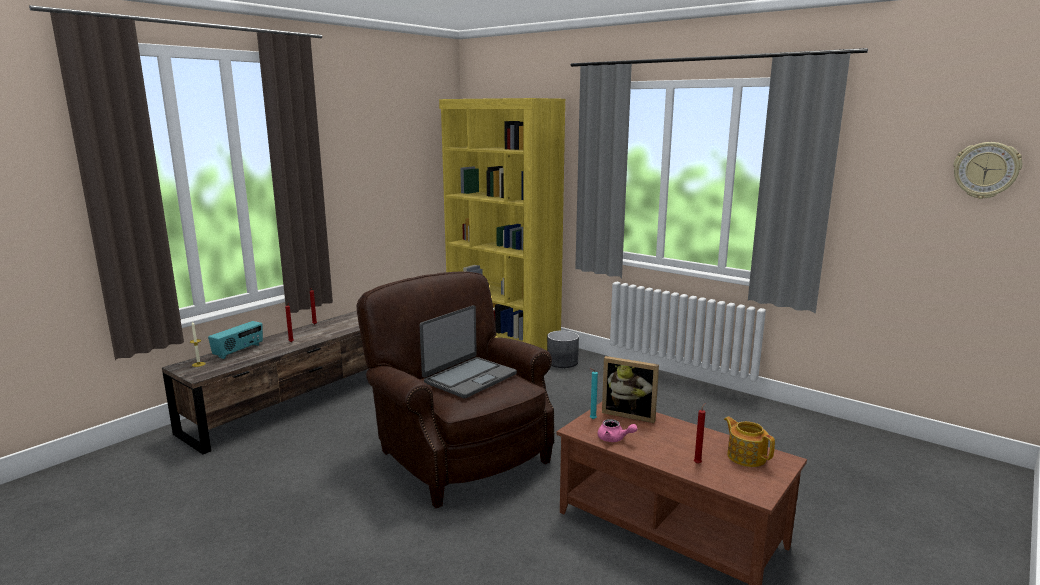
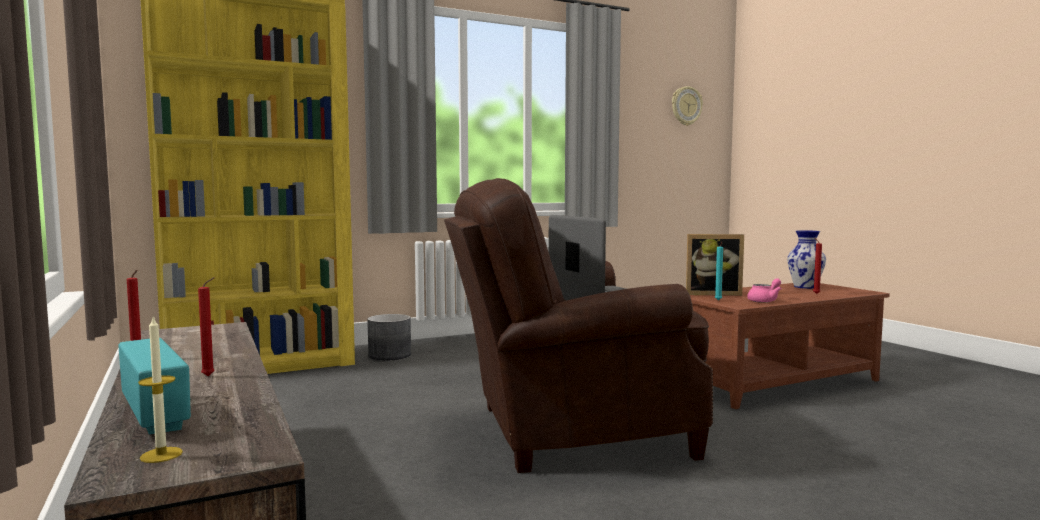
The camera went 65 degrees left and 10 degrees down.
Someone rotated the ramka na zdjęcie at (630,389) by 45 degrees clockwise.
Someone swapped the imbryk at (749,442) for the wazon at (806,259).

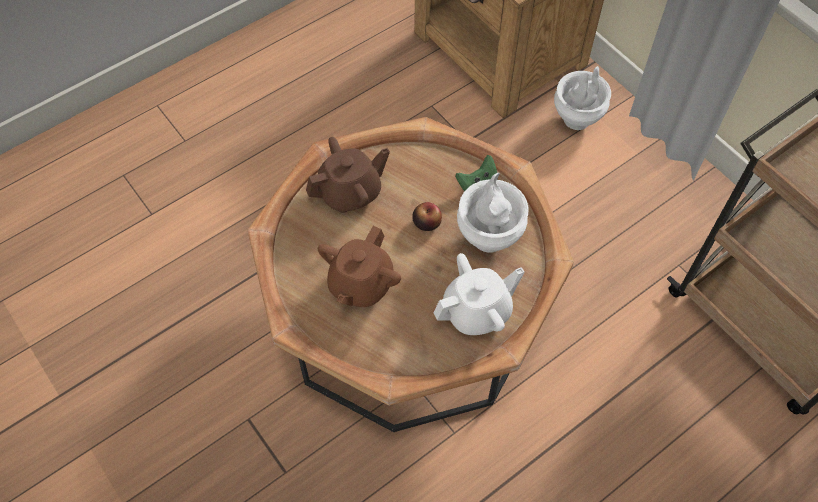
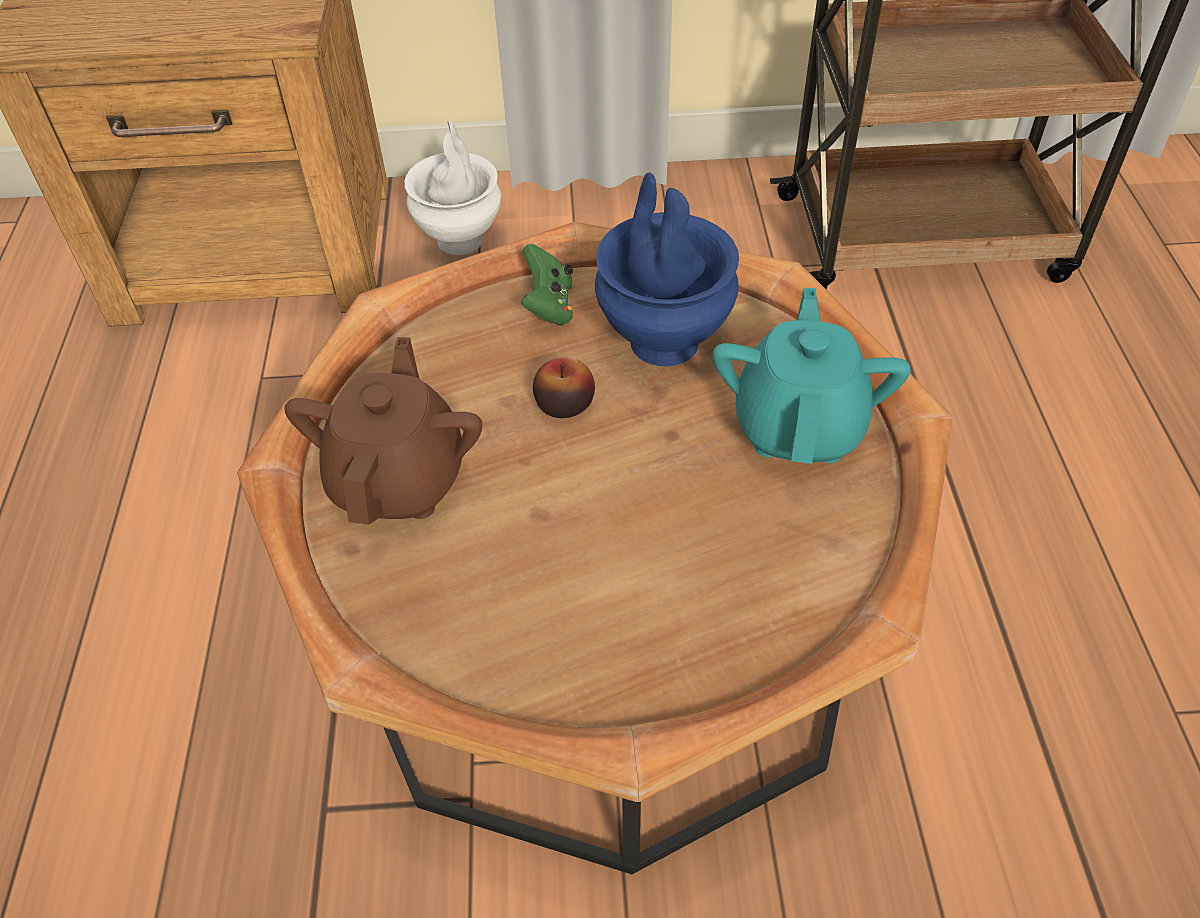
The camera went 55 degrees left and 10 degrees down.
Someone repainted the wazon (biały) at (493,213), which became the wazon (niebieski) at (667,269).
Someone repainted the imbryk (biały) at (479,294), which became the imbryk (turkusowy) at (812,376).
Someone took away the imbryk (brązowy) at (359,266).

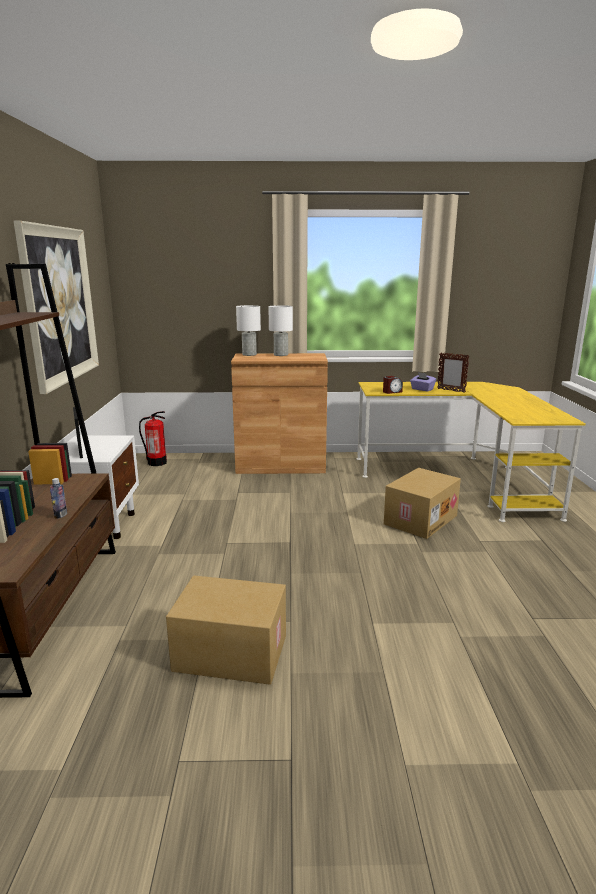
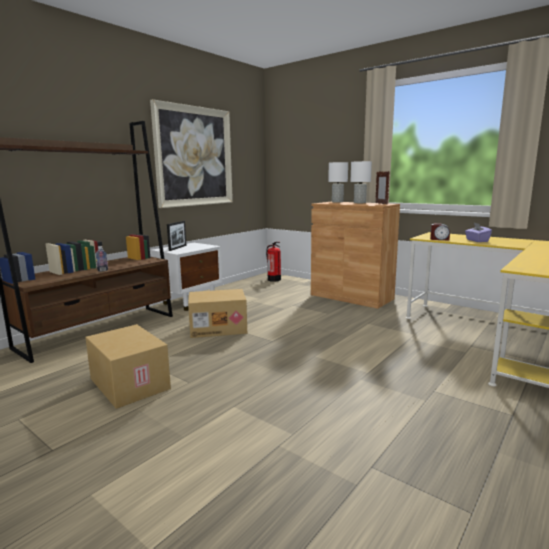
The camera went 40 degrees right and 5 degrees down.
Someone carried the karton from (422,503) to (217,313).
Someone carried the ramka na zdjęcie from (453,373) to (382,188).

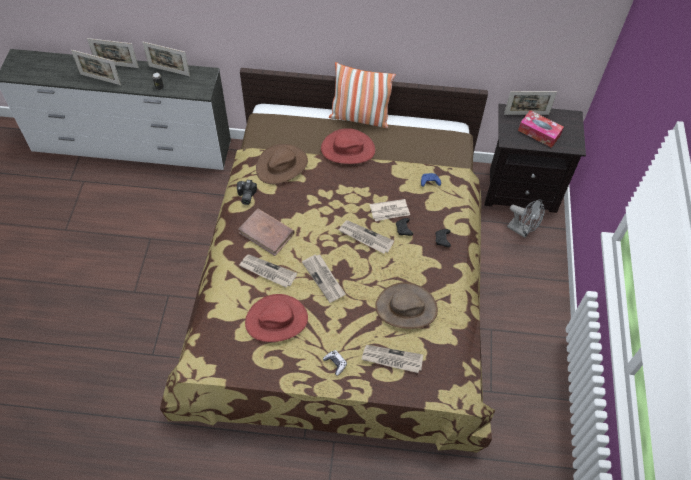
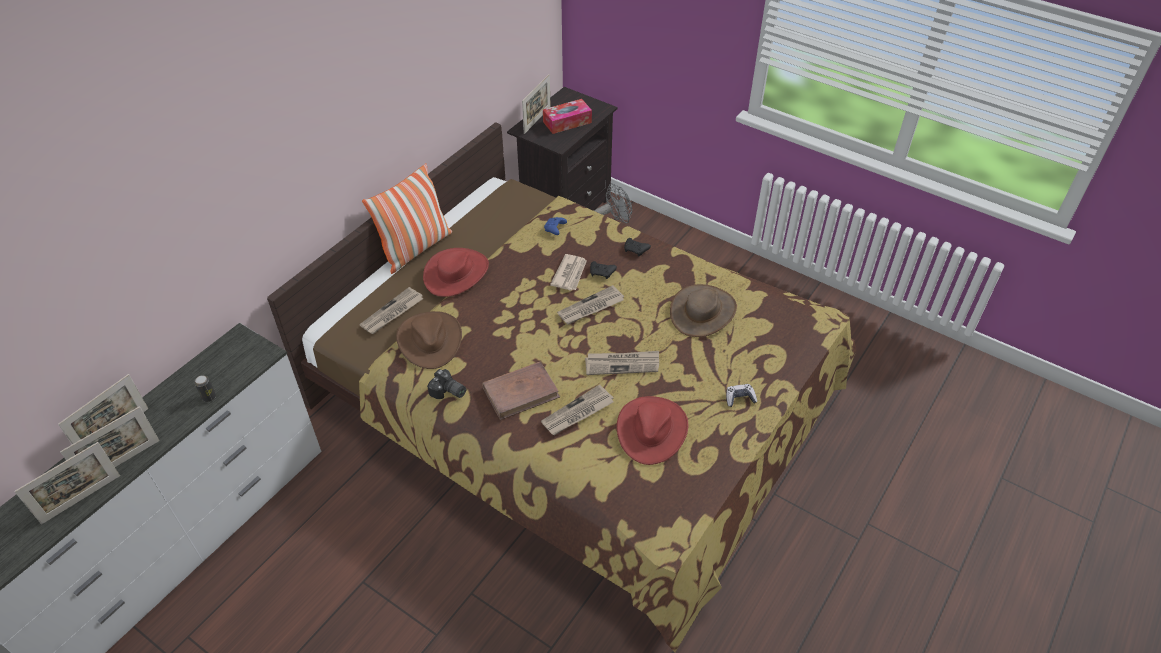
The camera went 60 degrees left and 10 degrees down.
Someone carried the ramka na zdjęcie from (166,59) to (67,483).
Someone carried the gazeta from (392,359) to (391,310).

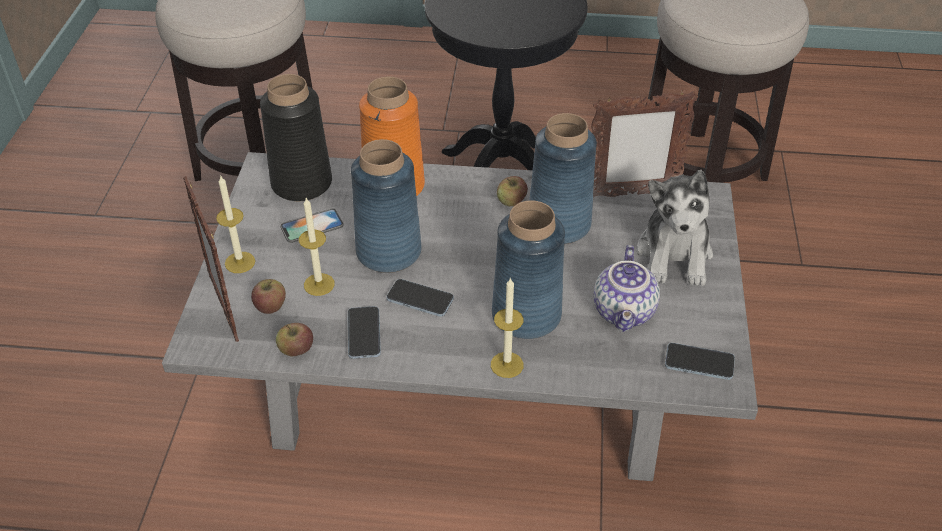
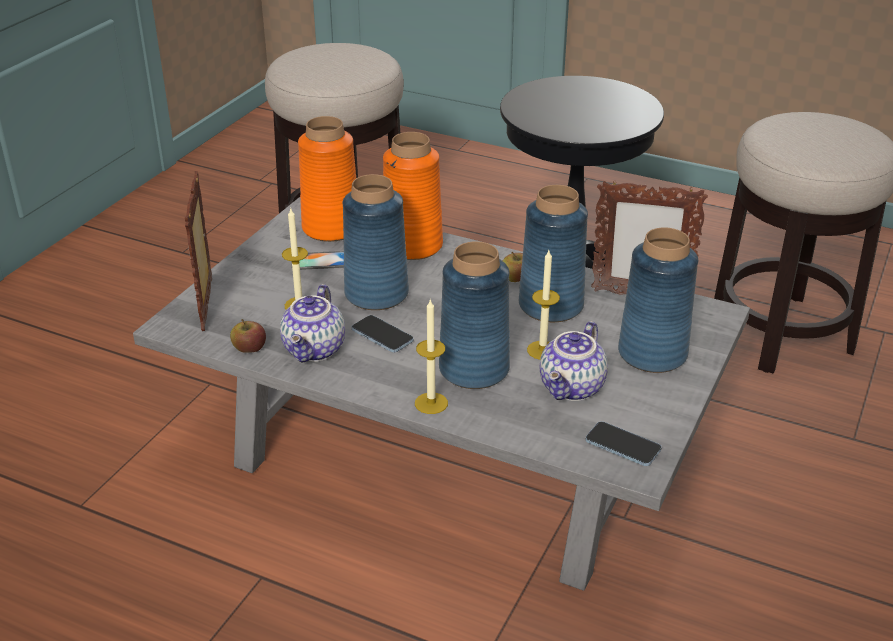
The camera went 20 degrees right and 10 degrees down.
Someone swapped the telefon at (364,332) for the imbryk at (312,323).
Someone repainted the wazon (czarny) at (296,137), which became the wazon (pomarańczowy) at (327,179).
Someone carried the świeca from (235,224) to (543,305).
Someone swapped the pluszak at (675,228) for the wazon (niebieski) at (658,300).
Someone took away the jabłko at (268,296).

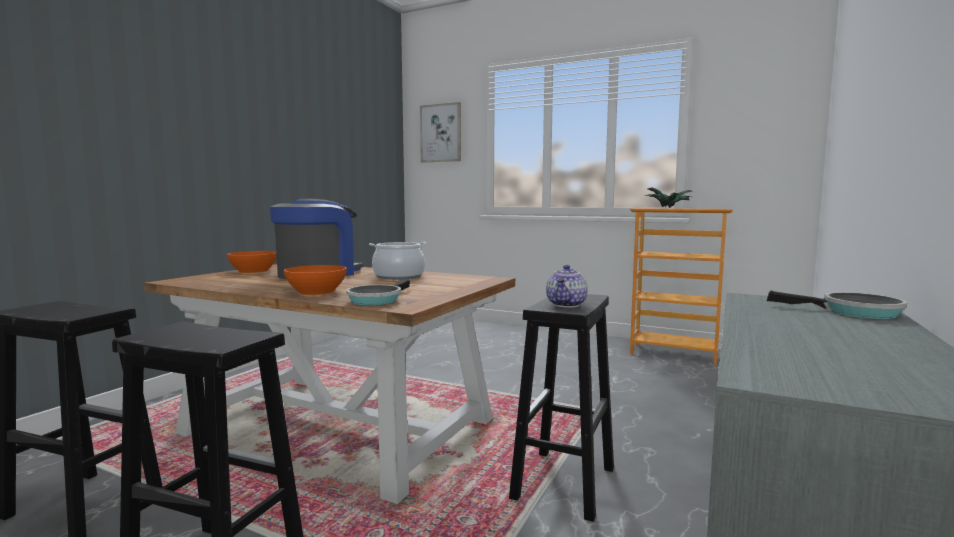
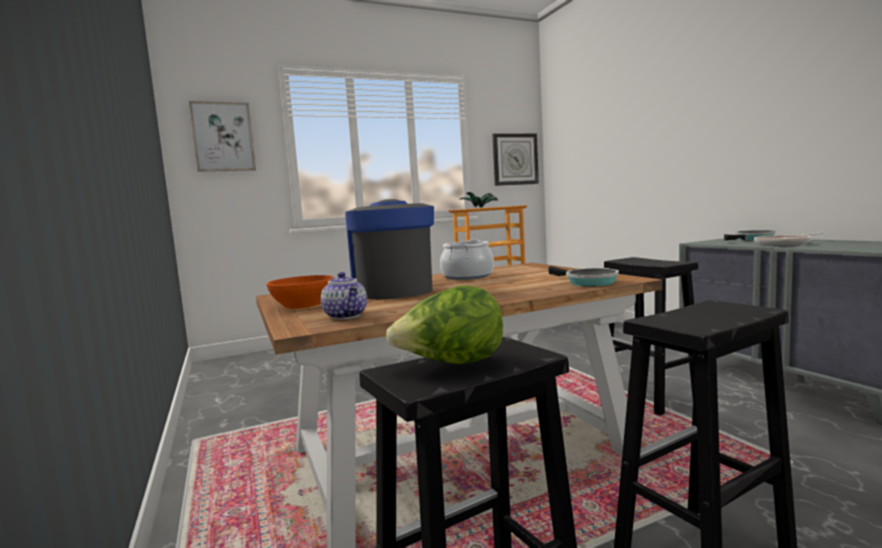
The camera went 50 degrees left and 0 degrees up.
Someone carried the imbryk from (567,286) to (344,296).
Someone put down the sałata at (444,325).
Someone put up the zegar ścienny at (515,159).
Someone put down the patelnia at (788,239).
Someone took away the miska (pomarańczowy) at (315,280).

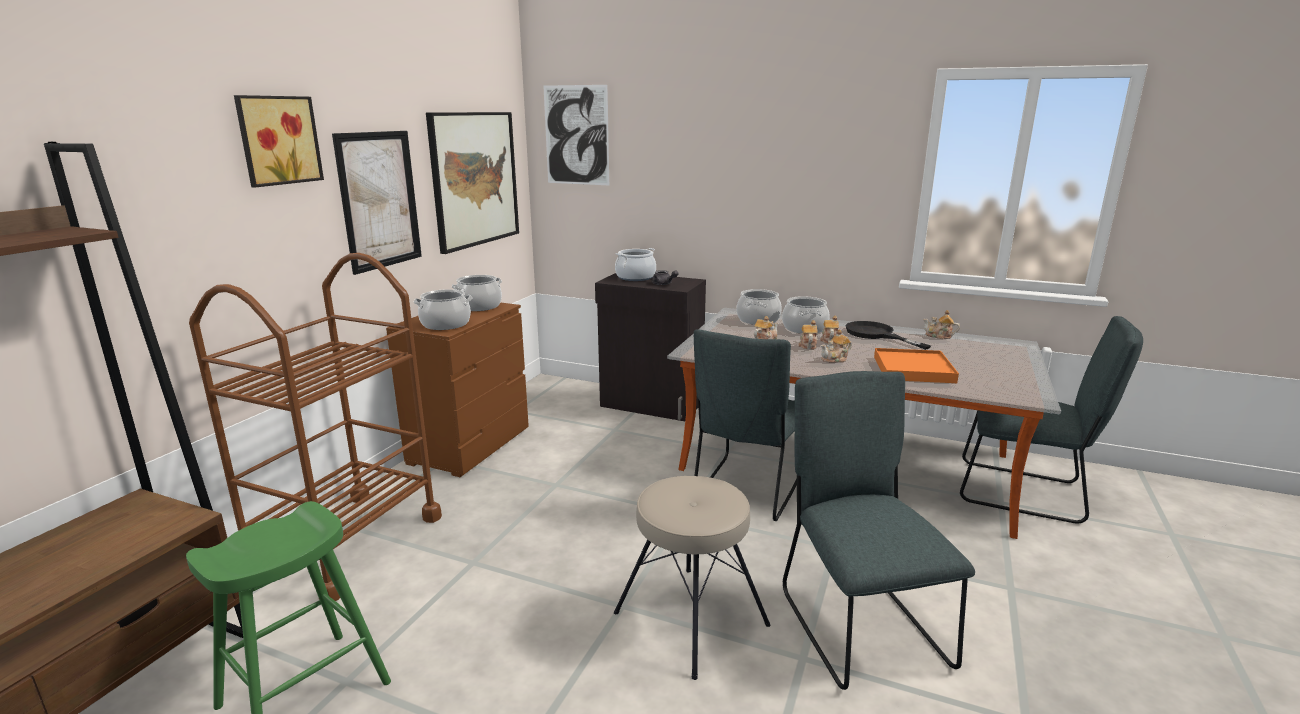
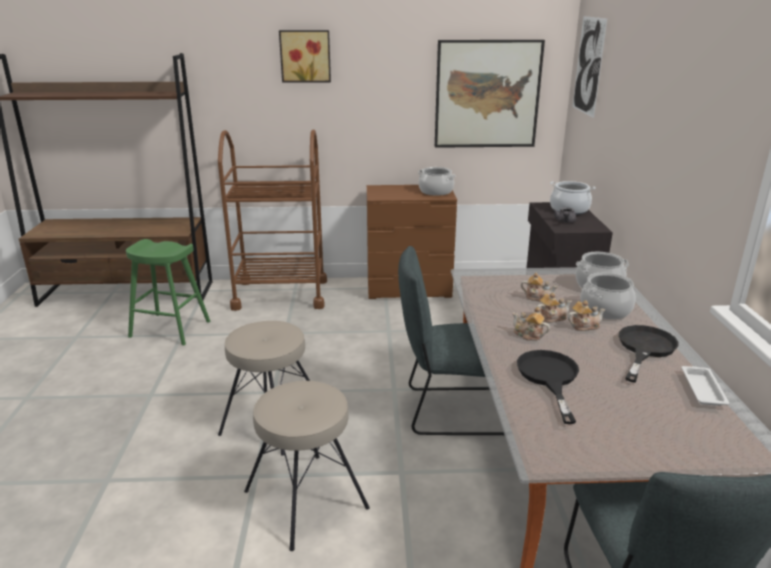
The camera went 65 degrees right and 5 degrees up.
Someone swapped the krzesło (szary) at (879,530) for the stołek (beżowy) at (307,466).
Someone swapped the taca (pomarańczowy) at (916,365) for the patelnia (czarny) at (548,387).
Someone swapped the imbryk at (941,324) for the taca (biały) at (705,386).
Someone took away the obraz at (377,203).
Someone took away the garnek at (443,309).

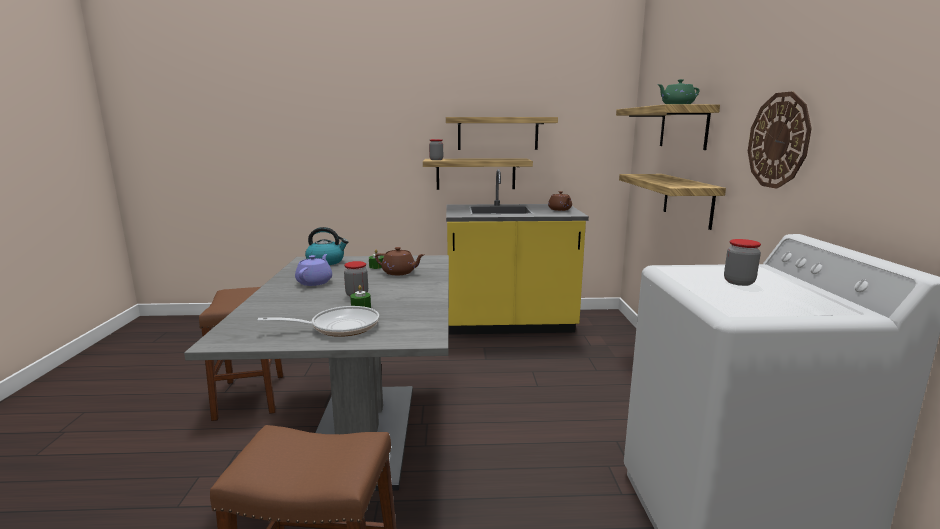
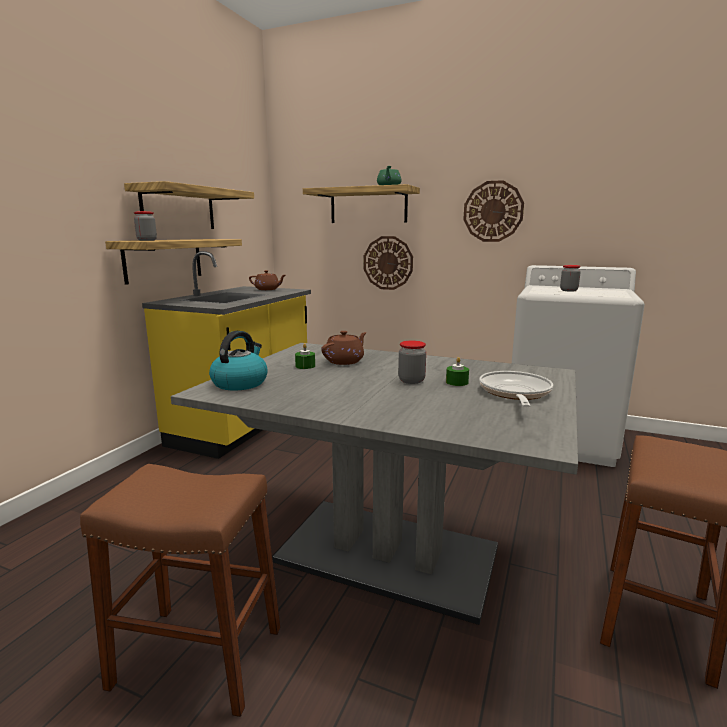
The camera went 65 degrees left and 0 degrees up.
Someone swapped the półka at (672,202) for the zegar ścienny at (388,263).
Someone took away the imbryk (fioletowy) at (313,270).

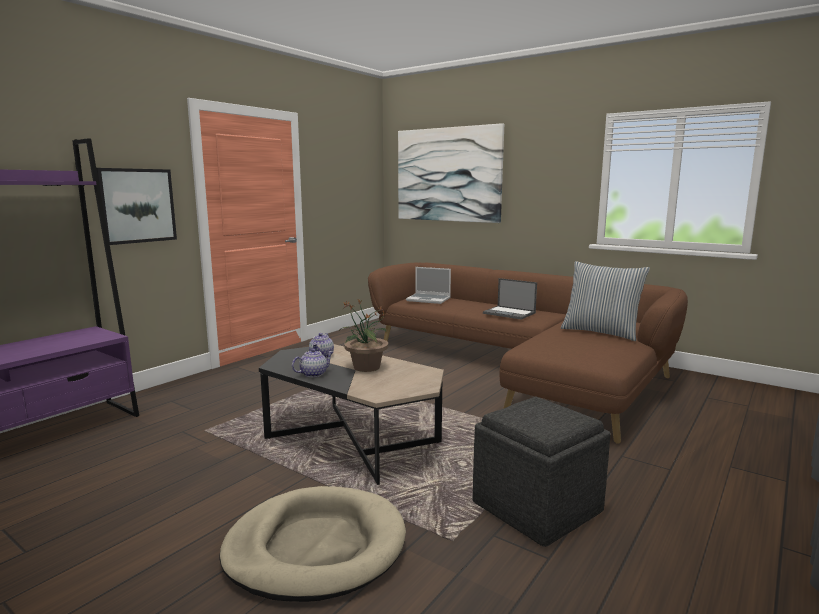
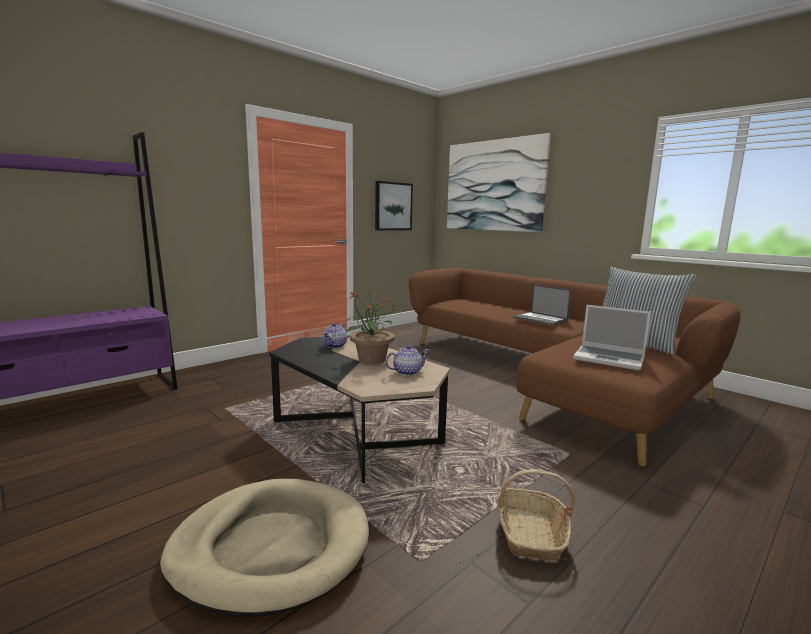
The camera went 10 degrees right and 0 degrees up.
Someone carried the obraz from (136,206) to (394,205).
Someone carried the imbryk from (312,363) to (407,360).
Someone swapped the pufa (szary) at (542,471) for the koszyk at (536,515).
Someone carried the laptop from (428,285) to (612,337).

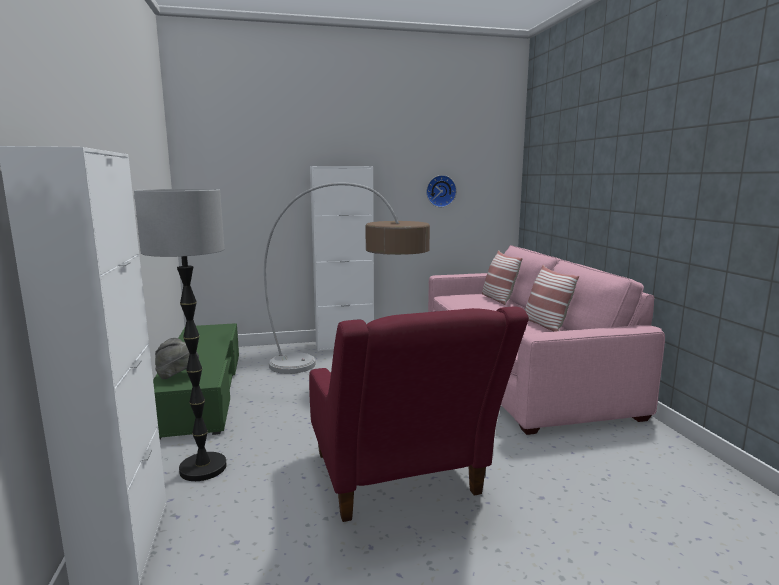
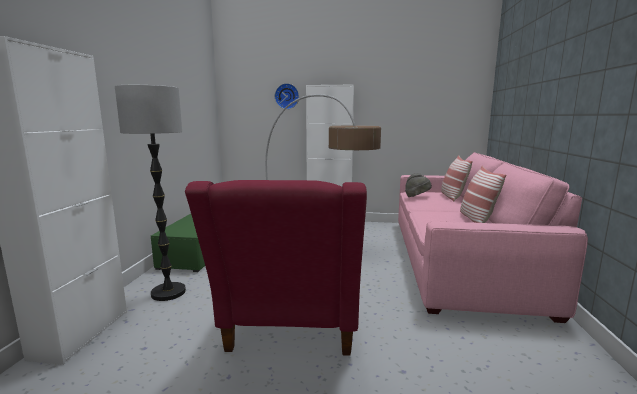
The camera went 20 degrees right and 0 degrees up.
Someone carried the zegar ścienny from (441,191) to (287,96).
Someone carried the kapelusz (szary) from (177,358) to (418,185).

